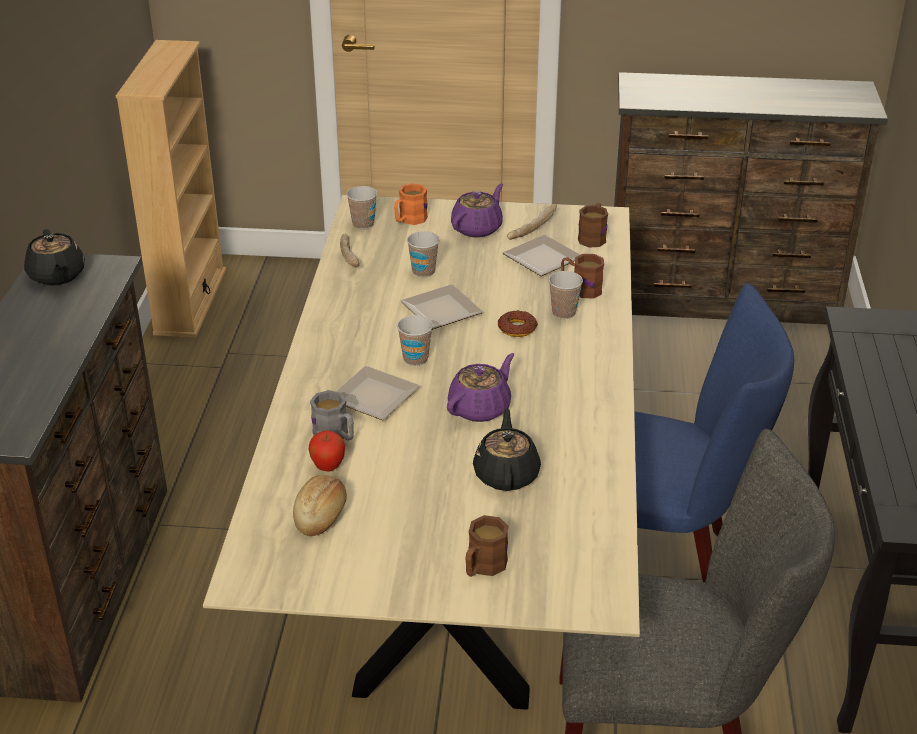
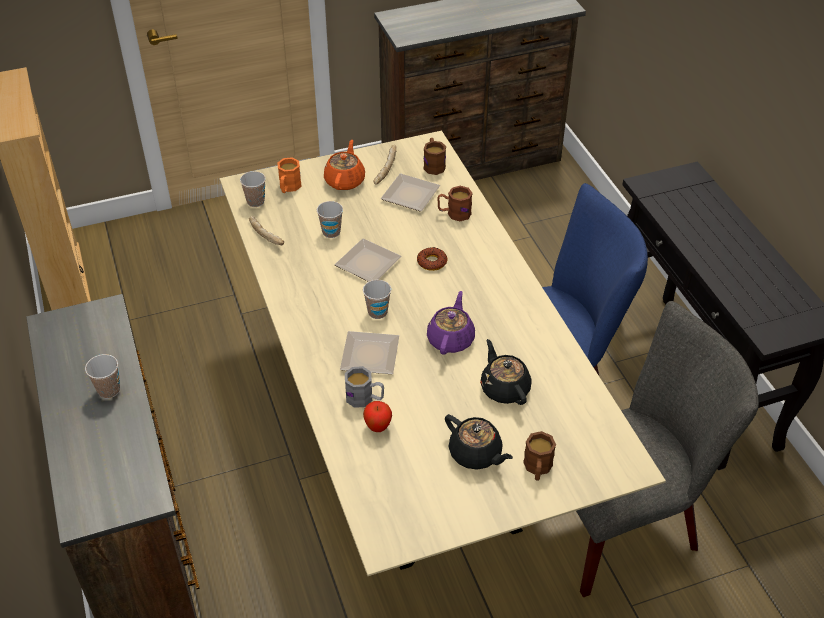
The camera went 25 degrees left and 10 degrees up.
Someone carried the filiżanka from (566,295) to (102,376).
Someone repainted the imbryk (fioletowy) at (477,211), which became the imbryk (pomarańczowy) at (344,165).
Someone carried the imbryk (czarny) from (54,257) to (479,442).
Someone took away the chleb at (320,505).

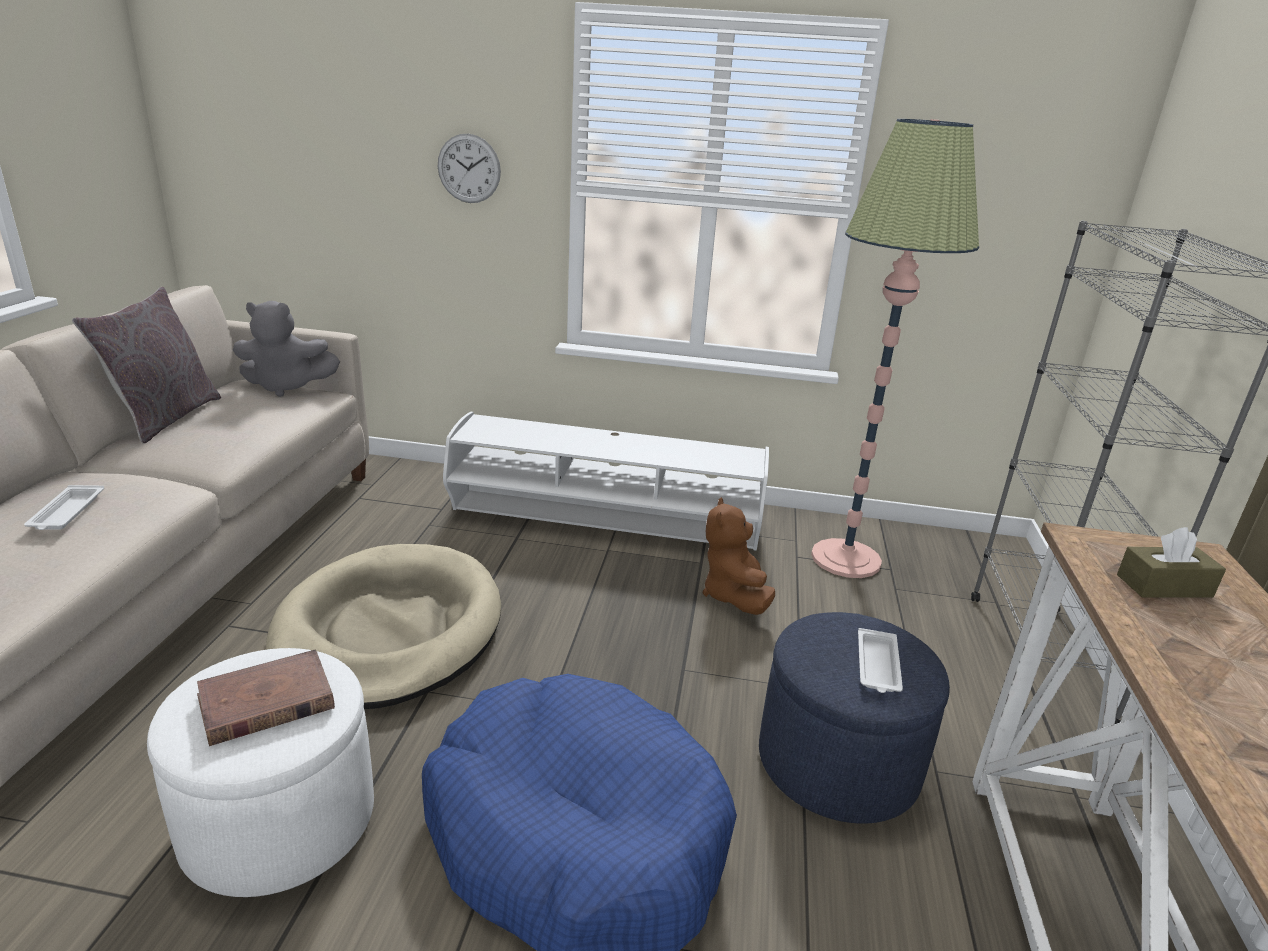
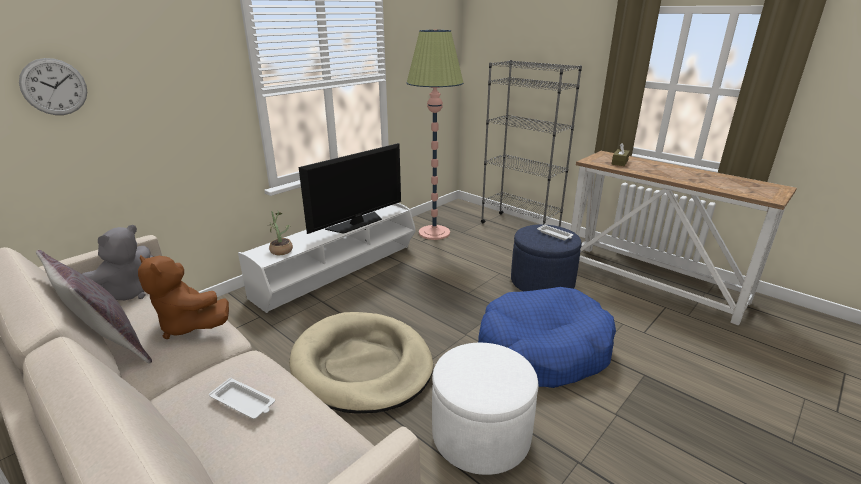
The camera went 55 degrees left and 0 degrees up.
Someone carried the zegar ścienny from (469,168) to (53,86).
Someone carried the pluszak (brązowy) from (739,556) to (183,297).
Someone put down the roślina doniczkowa at (280,233).
Someone put down the telewizor at (350,188).
Someone took away the książka (brązowy) at (266,697).

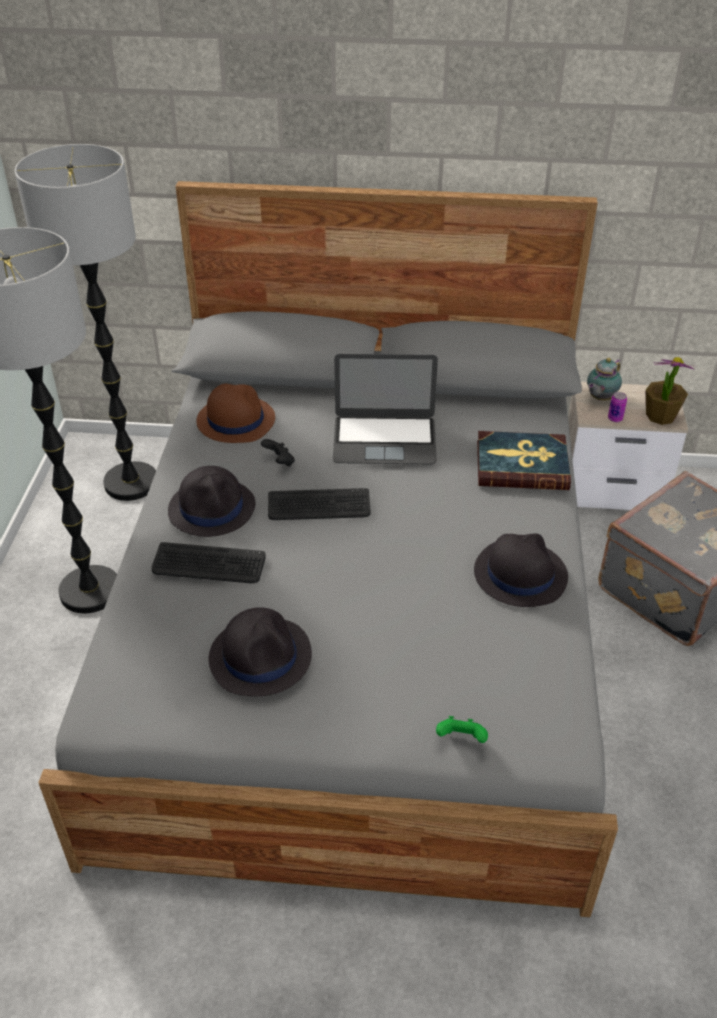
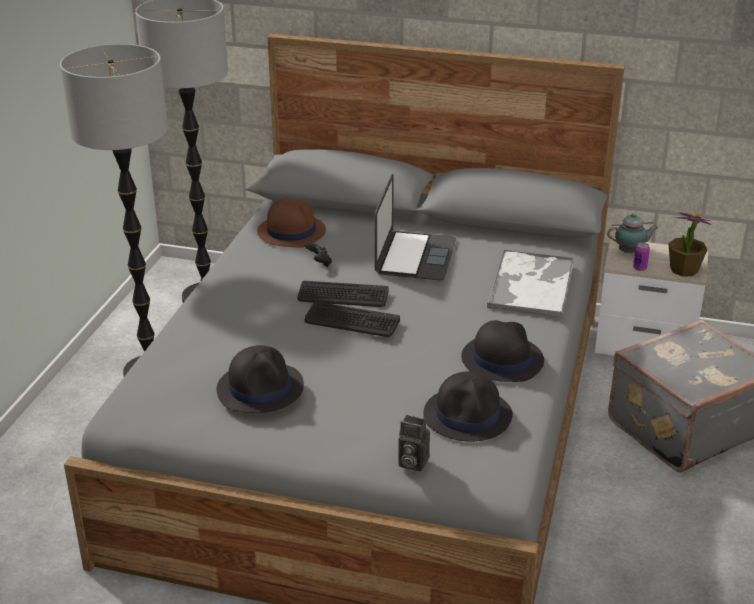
The camera went 10 degrees right and 10 degrees down.
Someone carried the klawiatura from (209,562) to (352,319).
Someone rotated the laptop at (385,409) by 90 degrees counterclockwise.
Someone swapped the pad do gier (zielony) at (462,729) for the aparat fotograficzny at (414,443).
Someone carried the kapelusz (czarny) from (211,501) to (468,406).
Someone swapped the książka at (524,460) for the taca at (530,284).
Someone rotated the imbryk at (604,379) by 150 degrees counterclockwise.

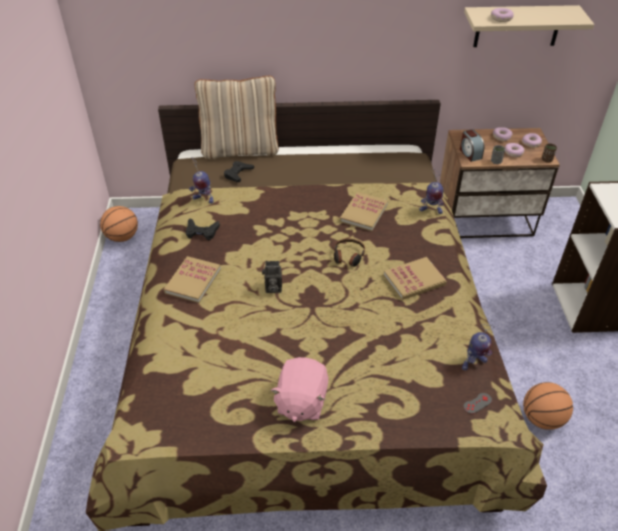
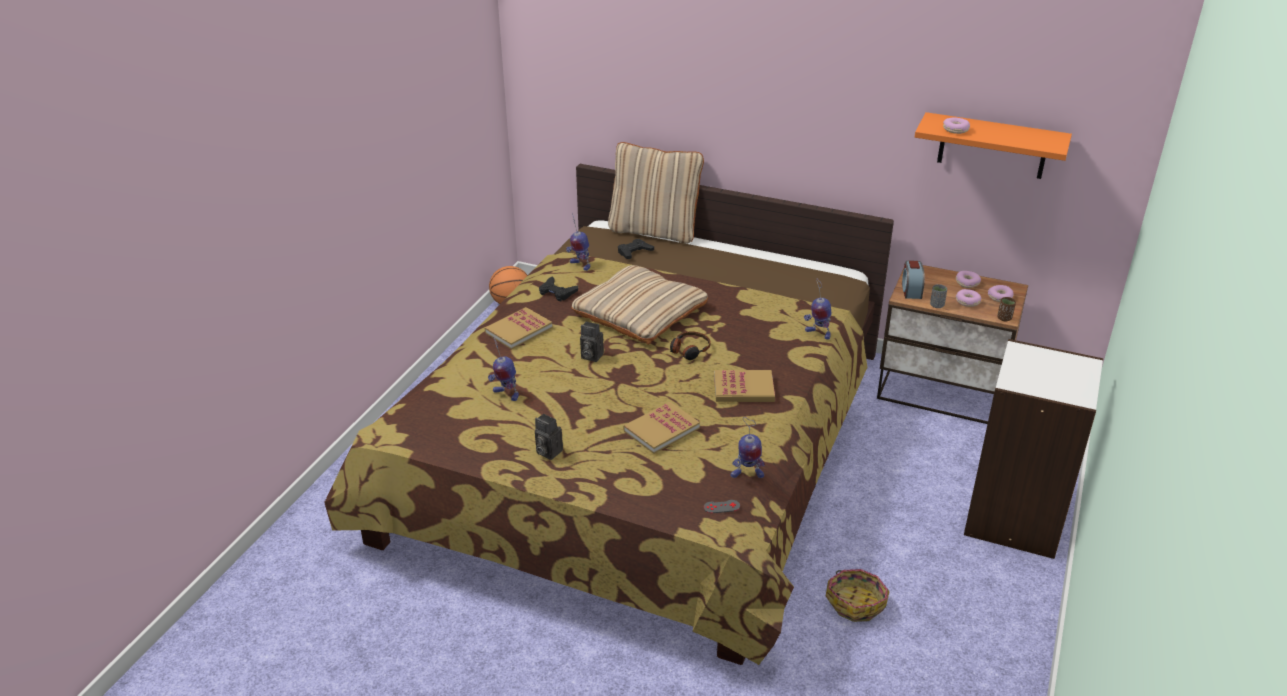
The camera went 25 degrees right and 10 degrees down.
Someone put down the robot zabawkowy at (503,368).
Someone swapped the pluszak (różowy) at (299,389) for the aparat fotograficzny at (549,437).
Someone put down the poduszka (beżowy) at (639,305).
Someone carried the książka from (364,211) to (661,427).
Someone swapped the piłka do koszykówki at (548,406) for the koszyk at (857,595).
Someone repainted the półka (beżowy) at (529,26), which became the półka (pomarańczowy) at (993,145).

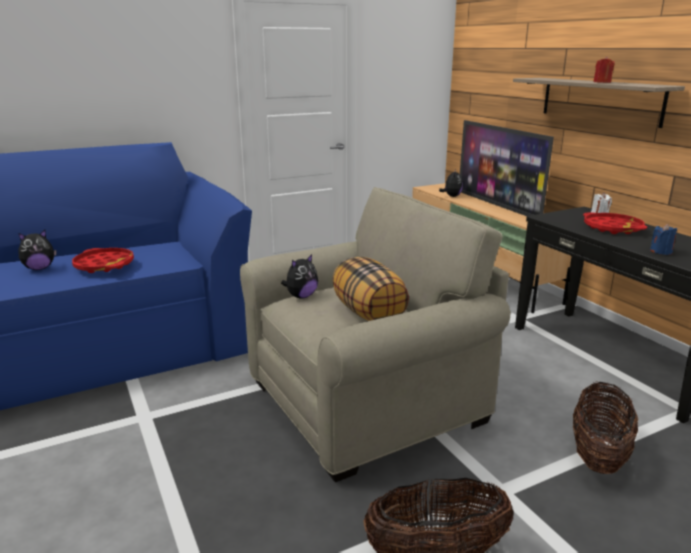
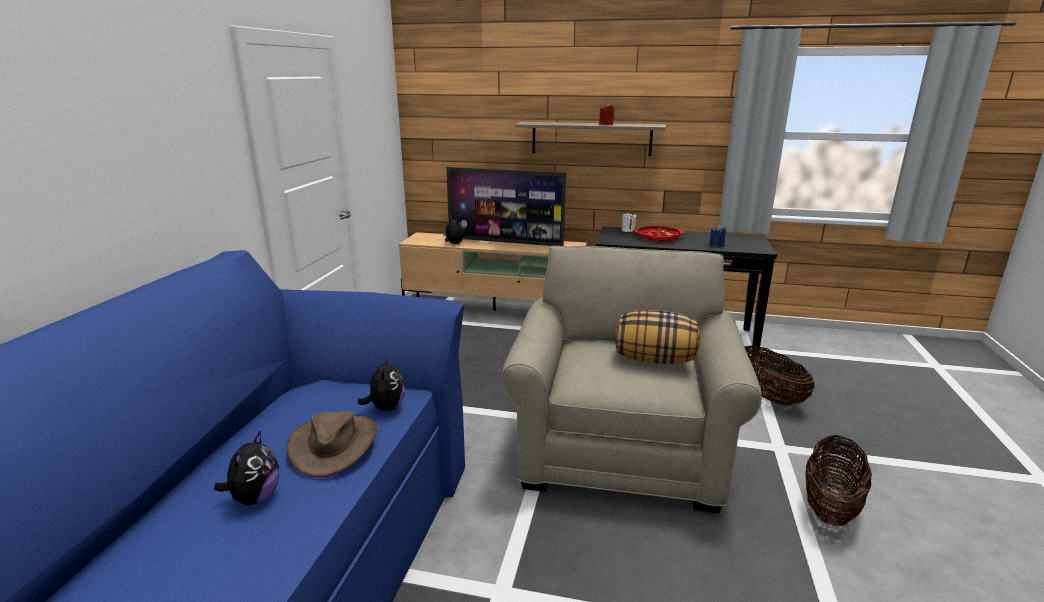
The camera went 50 degrees left and 0 degrees up.
Someone swapped the taca (czerwony) at (103,260) for the kapelusz (brązowy) at (332,444).
Someone carried the pluszak from (299,276) to (381,383).

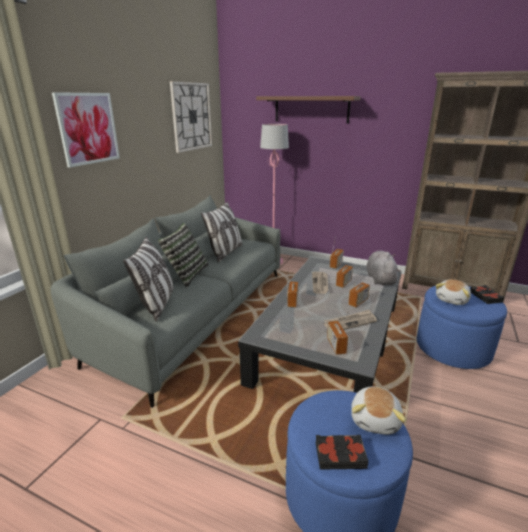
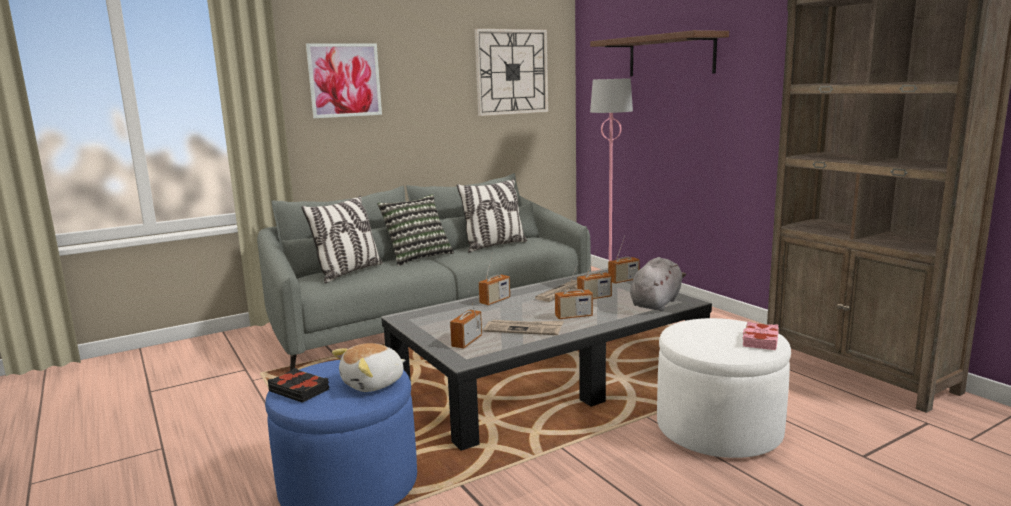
The camera went 35 degrees right and 10 degrees down.
Someone repainted the pufa (niebieski) at (462,327), which became the pufa (biały) at (724,388).
Someone repainted the książka (czarny) at (487,294), which became the książka (różowy) at (761,336).
Someone took away the pluszak at (453,292).

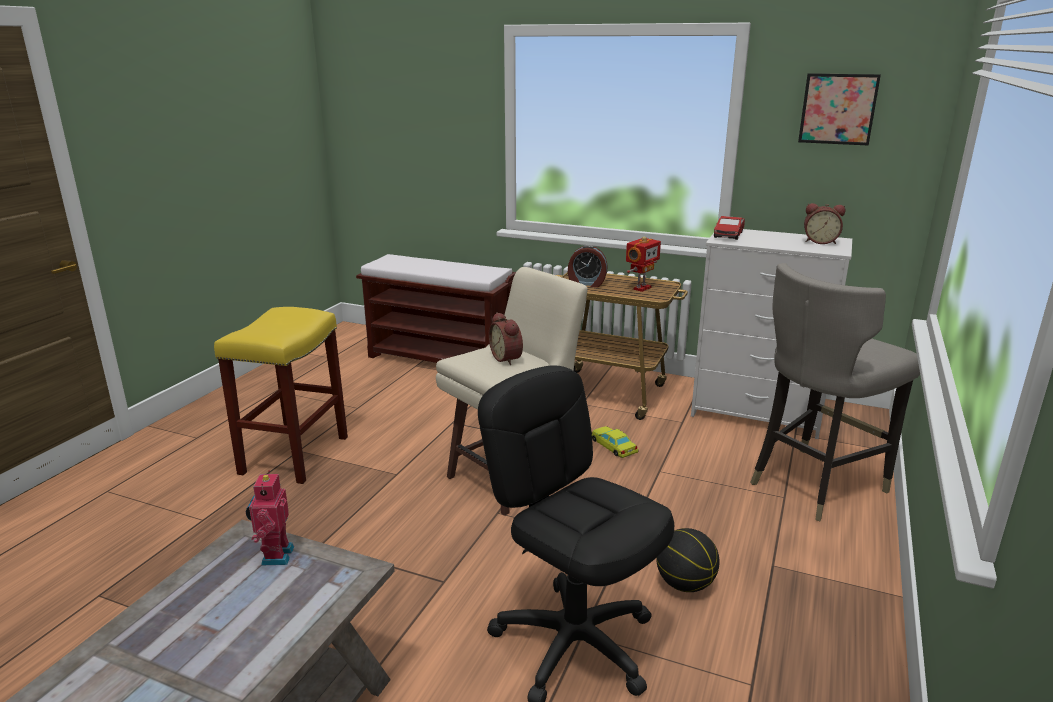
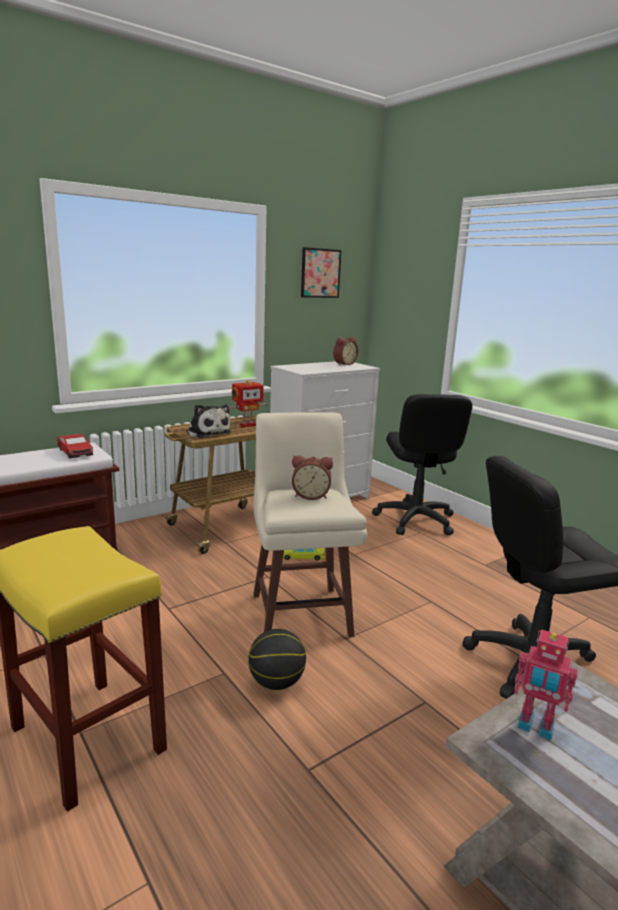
The camera went 60 degrees left and 5 degrees down.
Someone carried the samochodzik from (729,228) to (75,446).
Someone swapped the budzik at (587,266) for the pluszak at (208,421).
Someone rotated the robot zabawkowy at (643,264) by 75 degrees clockwise.
Someone carried the piłka do koszykówki from (688,560) to (277,659).
Someone swapped the stołek (szary) at (835,392) for the krzesło biurowe (czarny) at (422,464).

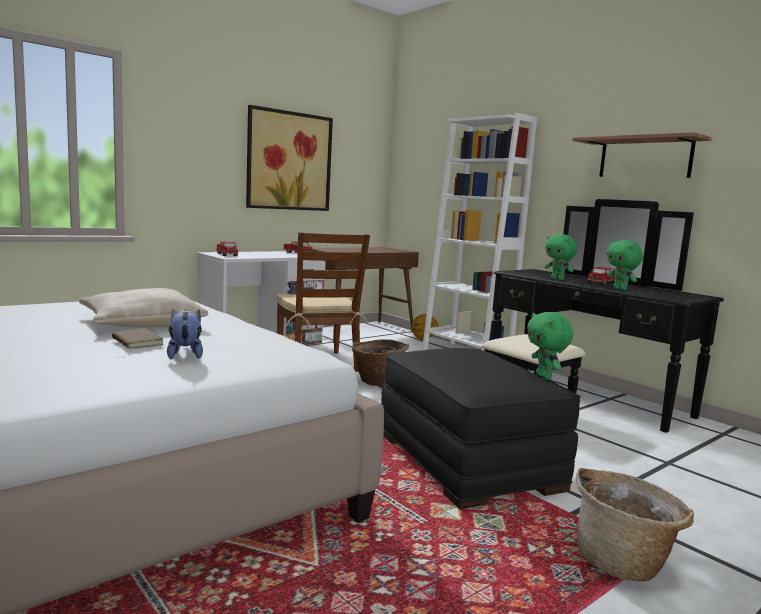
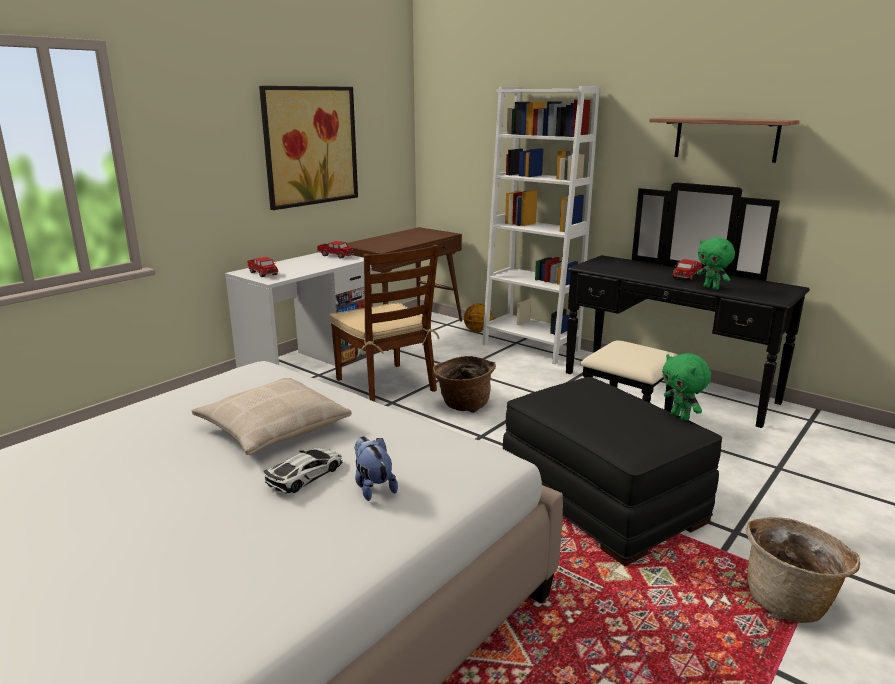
The camera went 10 degrees left and 10 degrees up.
Someone swapped the książka (brązowy) at (138,338) for the samochodzik at (303,470).
Someone took away the pluszak (zielony) at (561,257).

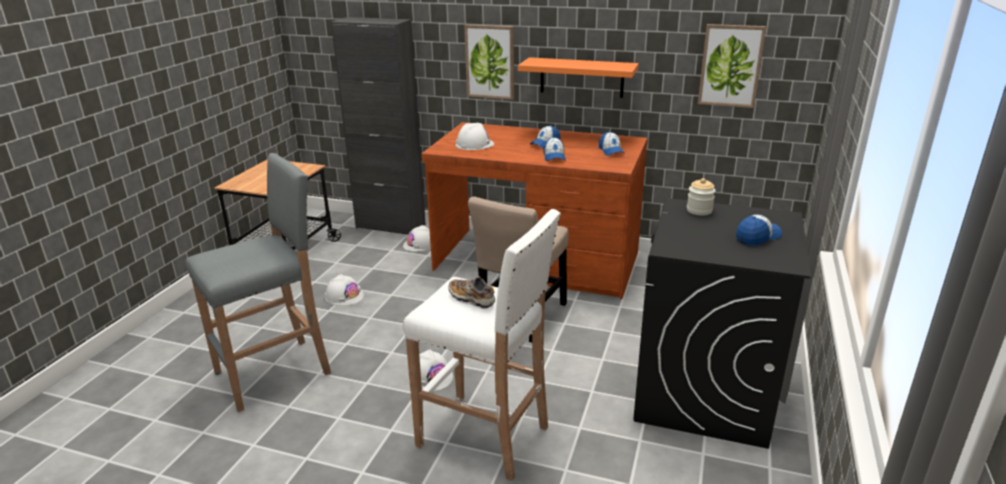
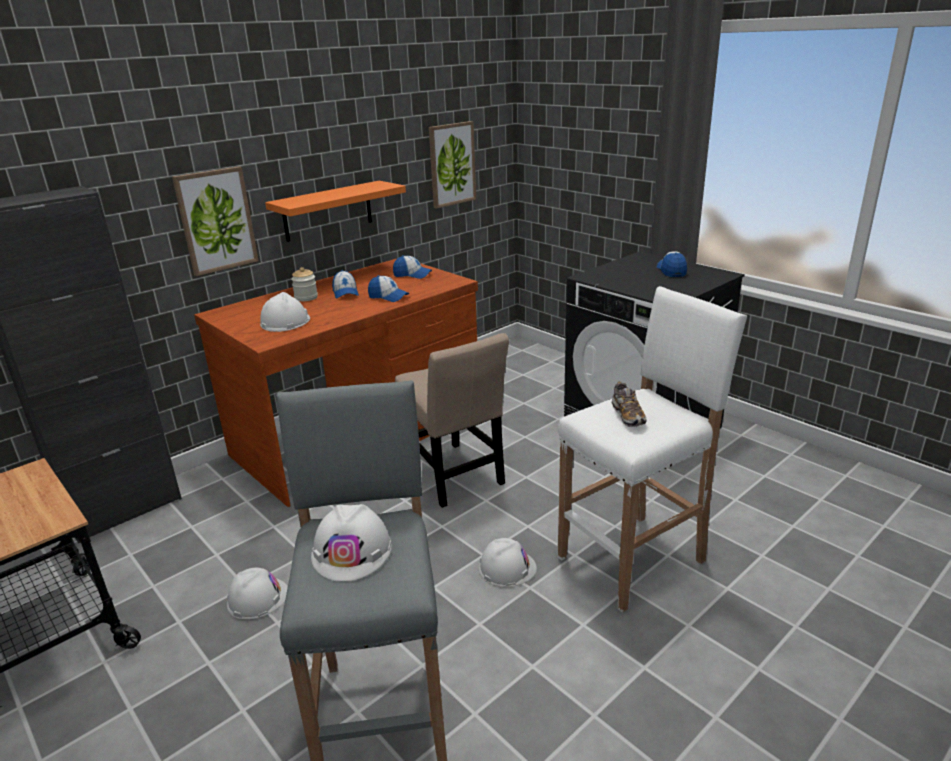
The camera went 60 degrees left and 0 degrees up.
Someone carried the słoik from (701,197) to (304,284).
Someone carried the kask (biały) from (417,238) to (351,542).
Someone rotated the but at (471,292) by 75 degrees counterclockwise.

